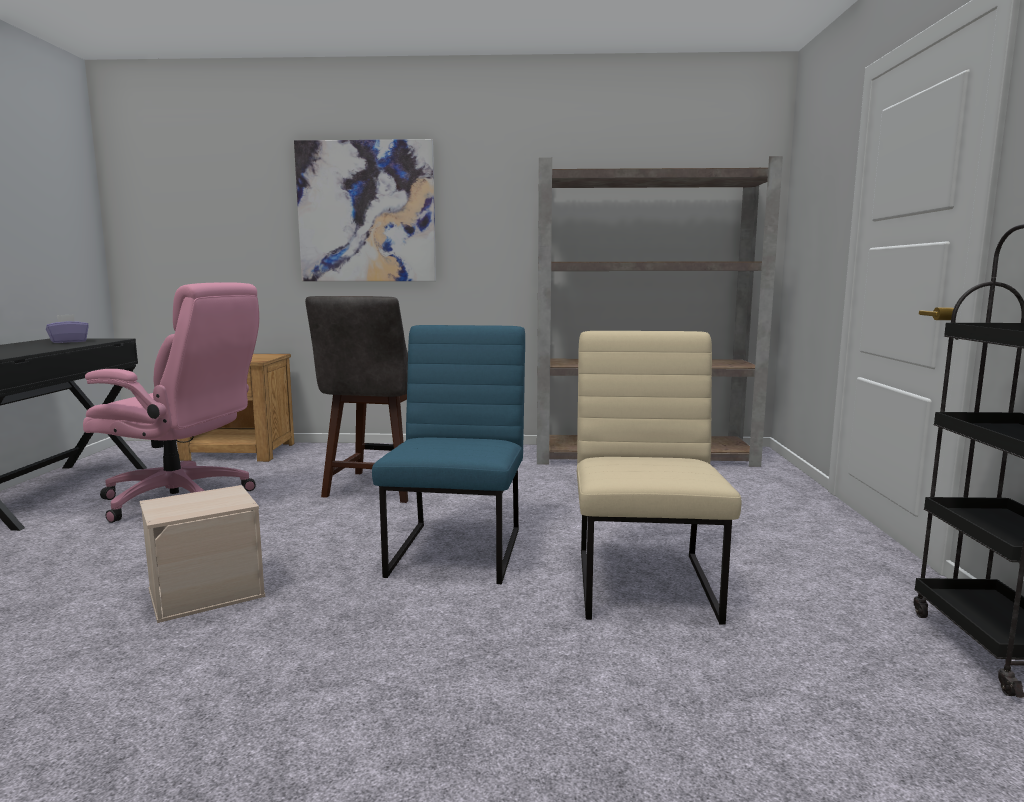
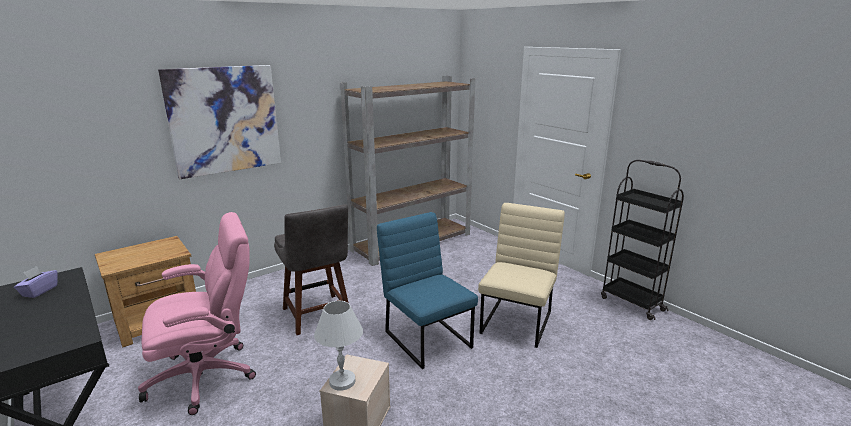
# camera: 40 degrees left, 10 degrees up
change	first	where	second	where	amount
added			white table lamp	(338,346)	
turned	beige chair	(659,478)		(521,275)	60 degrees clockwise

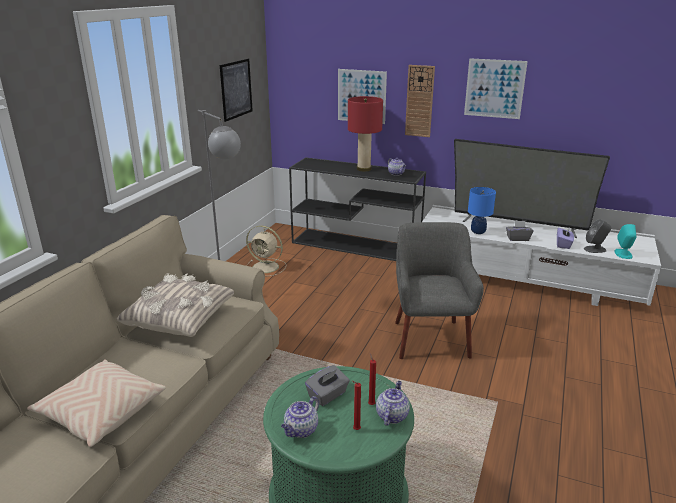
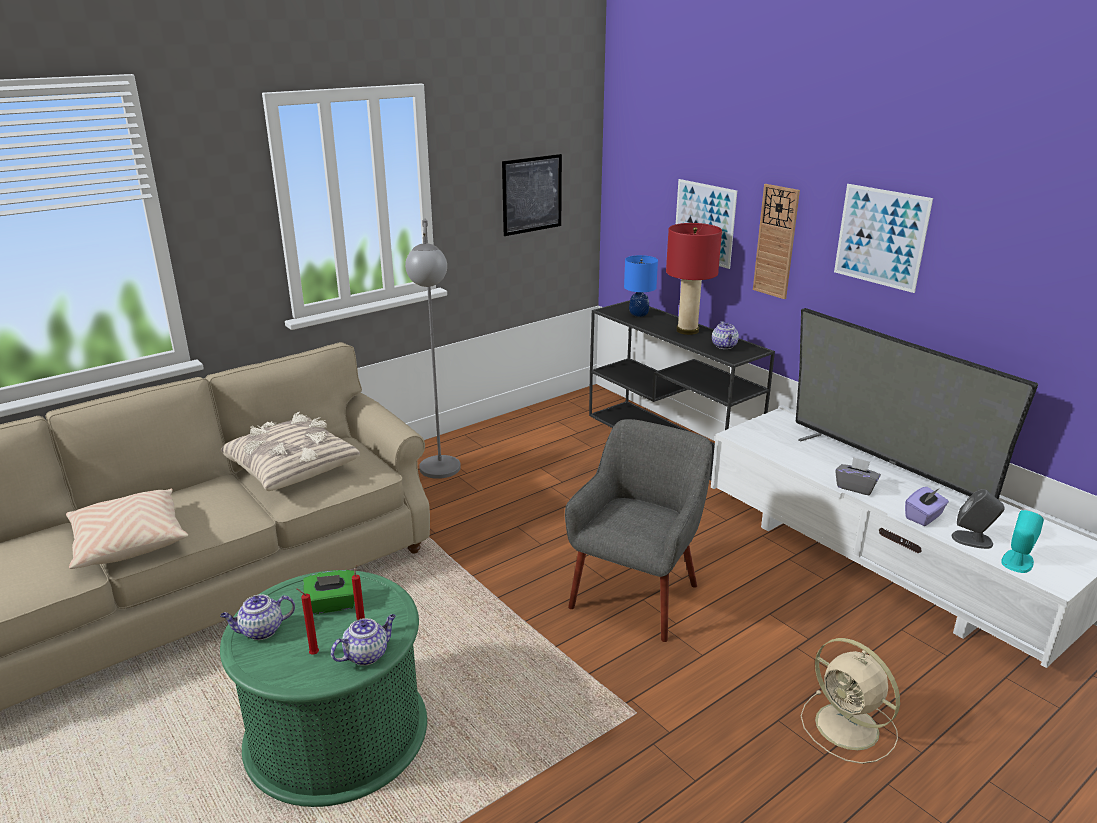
# camera: 30 degrees right, 0 degrees up
change	first	where	second	where	amount
moved	beige fan	(266,250)		(850,701)	
moved	blue table lamp	(482,210)		(641,286)	
recoloured	grey tissue box	(327,385)	green tissue box	(329,592)	

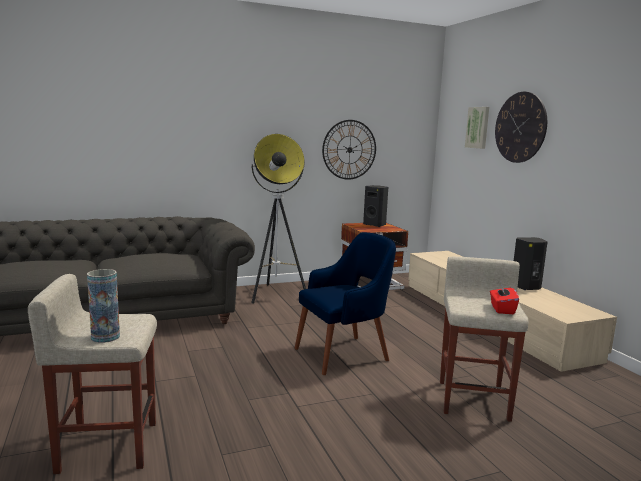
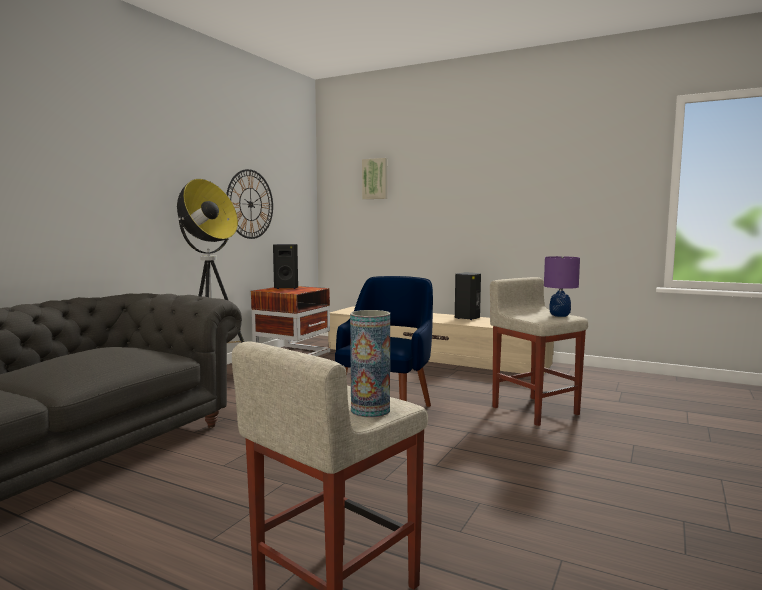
# camera: 40 degrees left, 5 degrees down
change	first	where	second	where	amount
removed	wall clock	(521,127)			
replaced	red tissue box	(504,297)	purple table lamp	(562,286)	

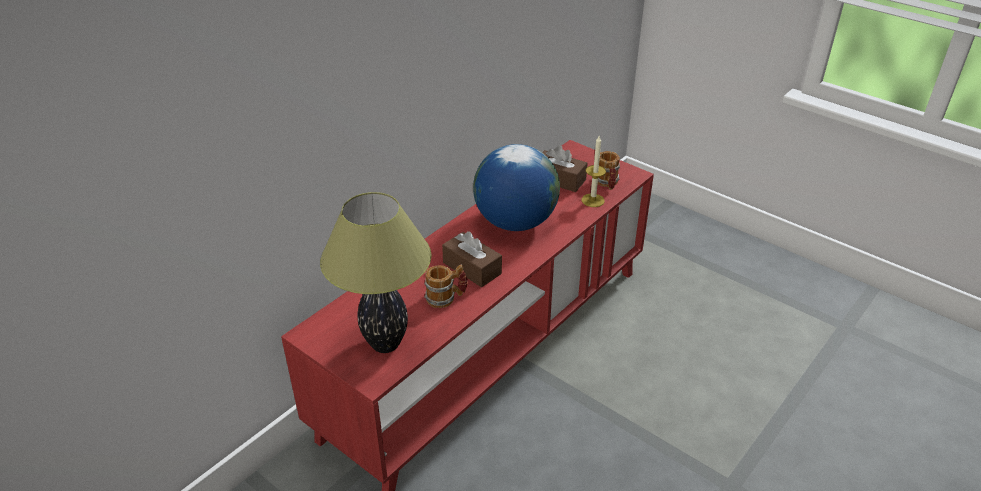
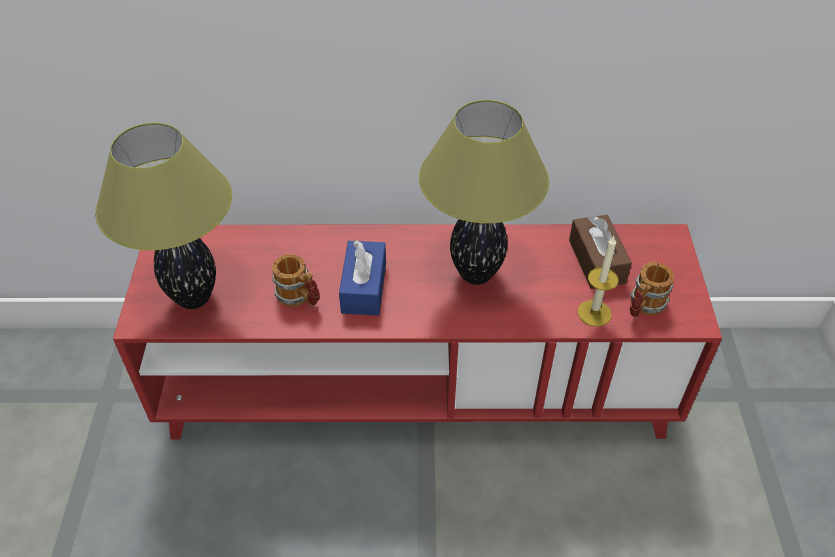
# camera: 50 degrees right, 10 degrees up
change	first	where	second	where	amount
replaced	globe	(516,187)	table lamp	(484,192)	
recoloured	brown tissue box	(472,259)	blue tissue box	(362,278)	

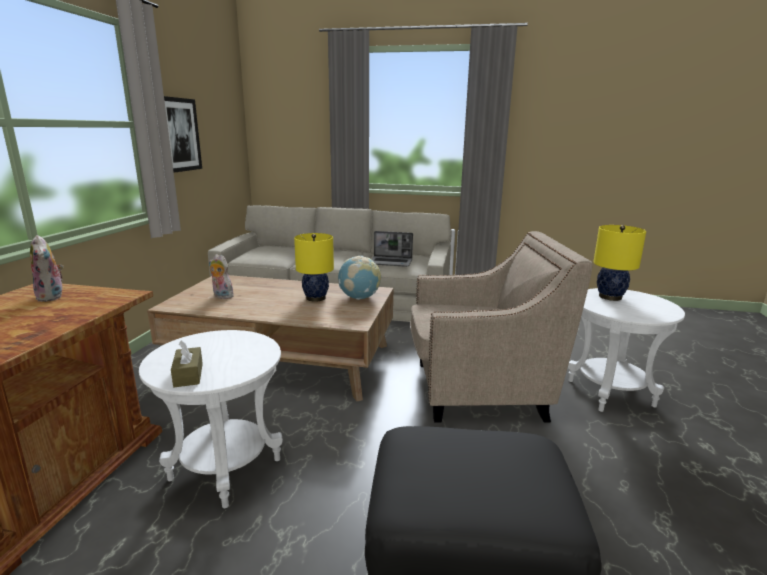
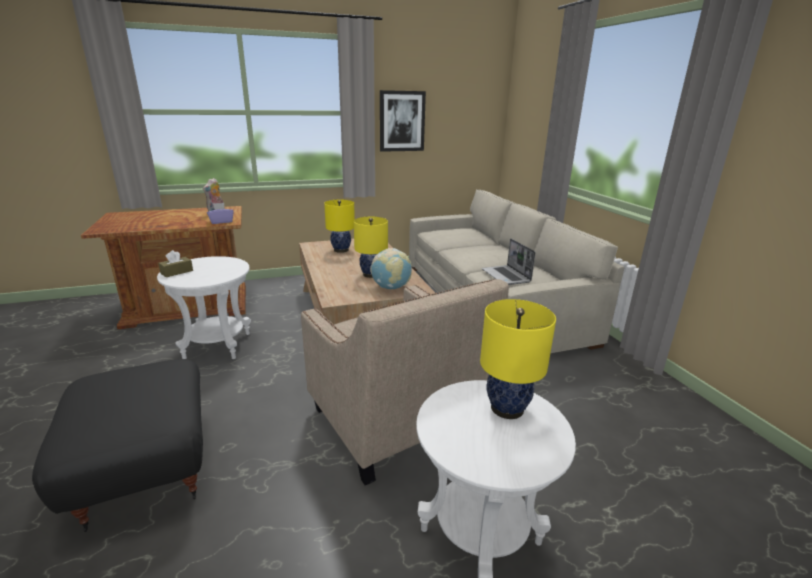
# camera: 60 degrees right, 5 degrees up
change	first	where	second	where	amount
added			purple tissue box	(220,213)	
replaced	plush toy	(221,276)	yellow table lamp	(339,226)	

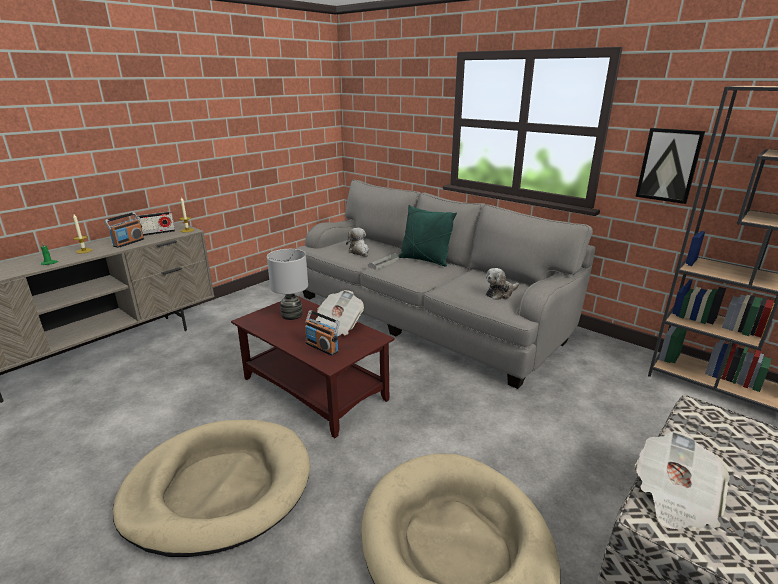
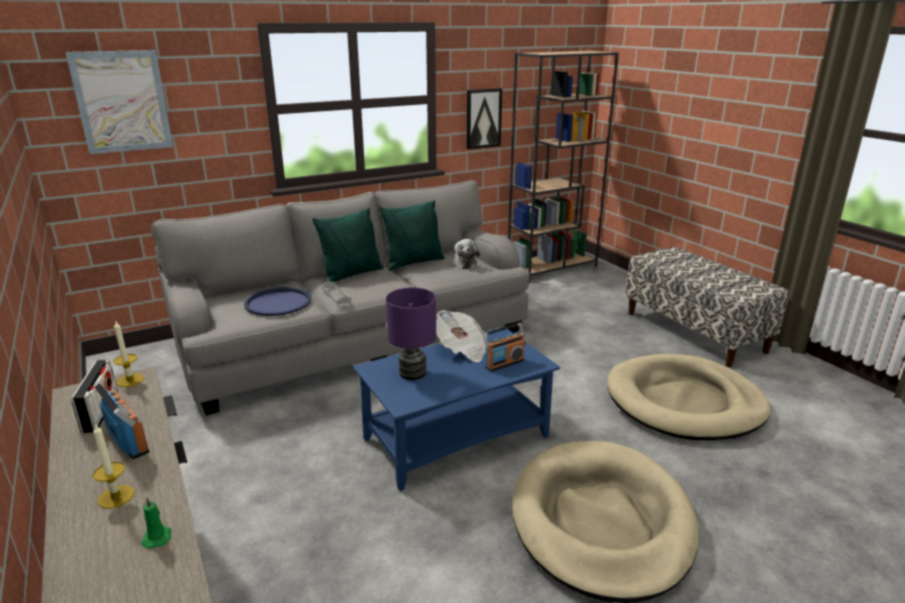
# camera: 70 degrees left, 0 degrees up
change	first	where	second	where	amount
removed	newspaper	(682,480)			
added			picture	(119,102)	
added			green pillow	(412,235)	
replaced	plush toy	(357,242)	blue tray	(278,301)	
recoloured	brown coffee table	(312,366)	blue coffee table	(456,409)	
recoloured	grey table lamp	(287,284)	purple table lamp	(411,334)	

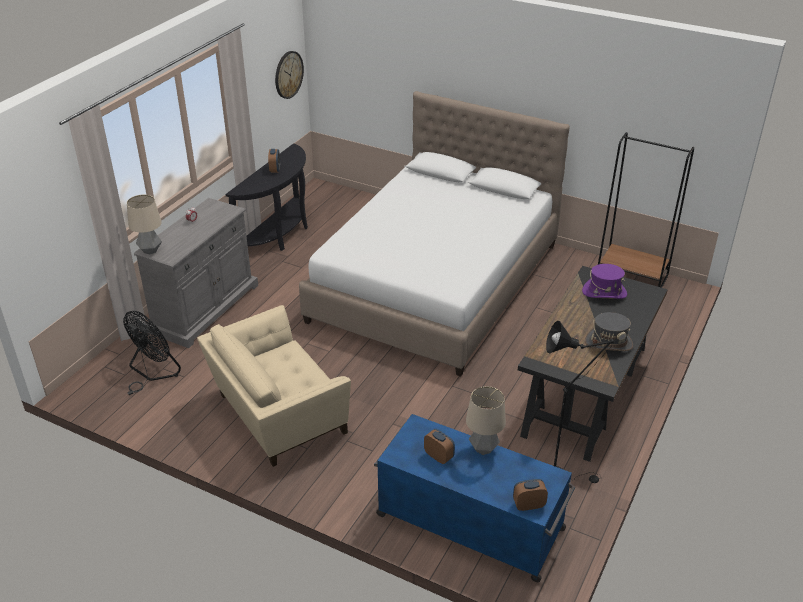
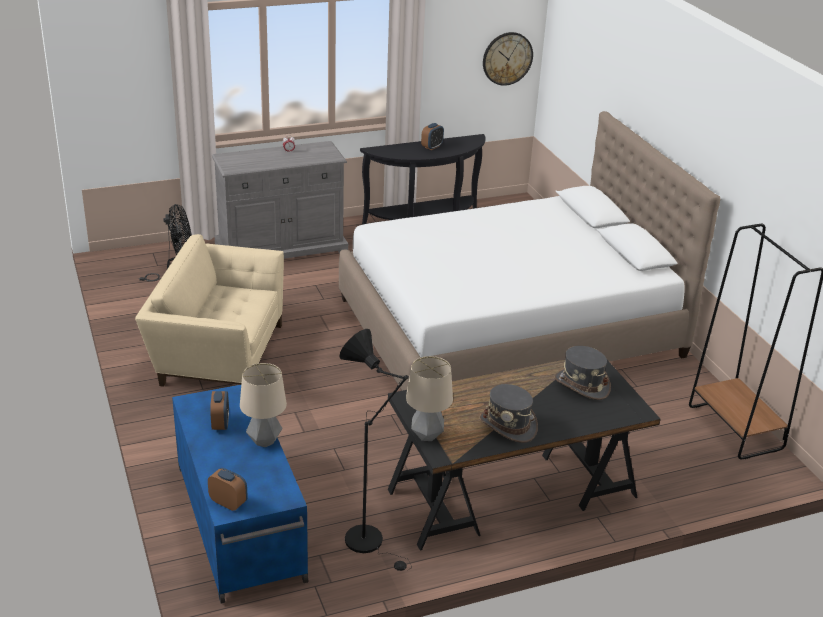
# camera: 40 degrees right, 5 degrees down
change	first	where	second	where	amount
moved	table lamp	(144,224)		(429,398)	
recoloured	purple hat	(604,281)	grey hat	(583,373)	

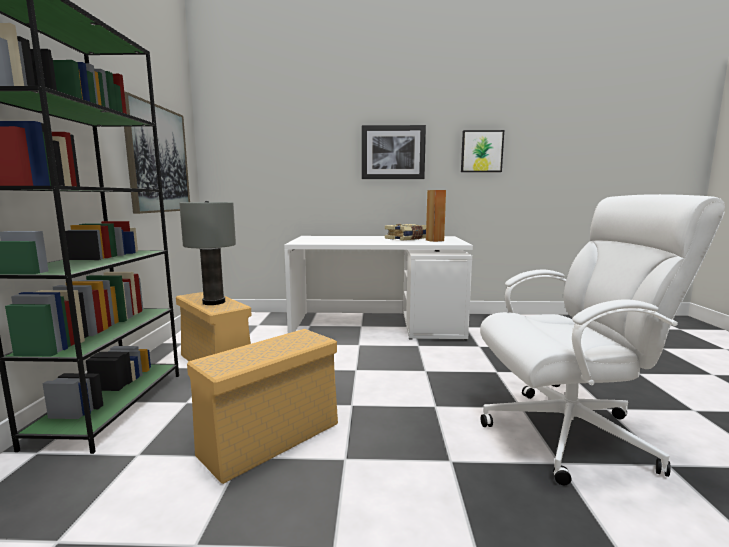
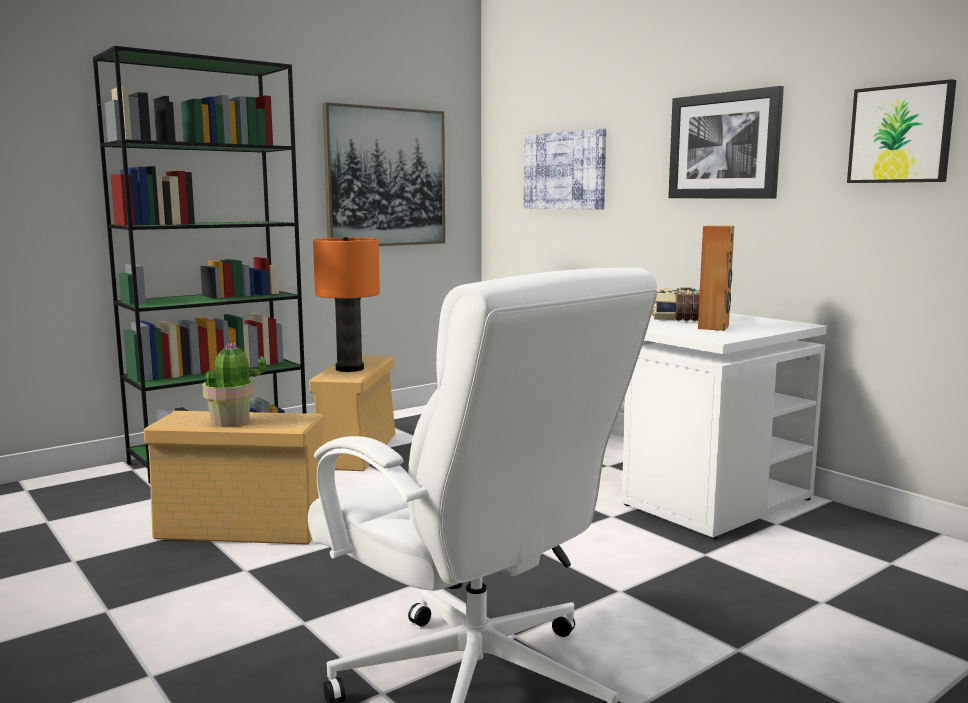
# camera: 50 degrees right, 0 degrees up
change	first	where	second	where	amount
added			potted plant	(234,384)	
added			picture	(565,169)	
recoloured	grey table lamp	(207,253)	orange table lamp	(346,304)	

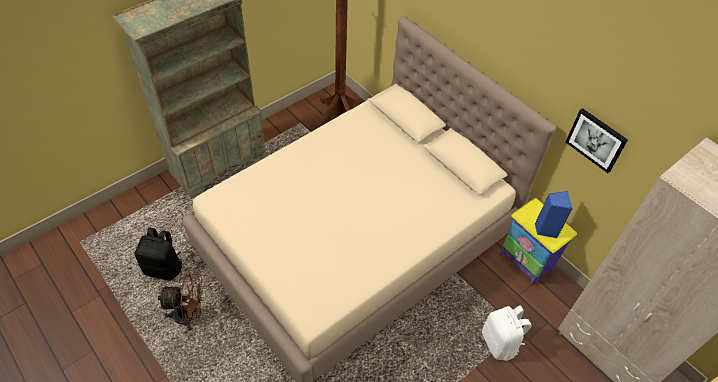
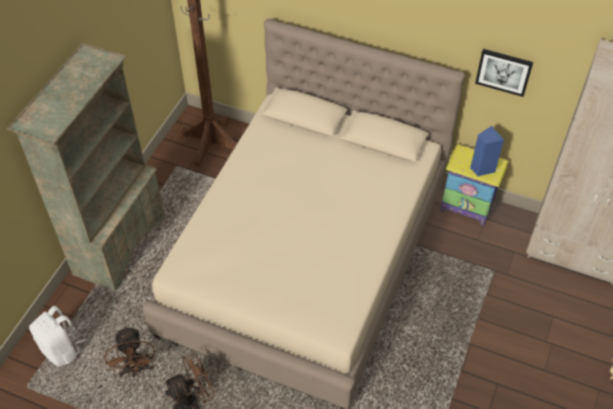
# camera: 25 degrees left, 0 degrees up
change	first	where	second	where	amount
moved	white backpack	(507,333)		(57,336)	
replaced	black backpack	(158,254)	brown fan	(130,351)	

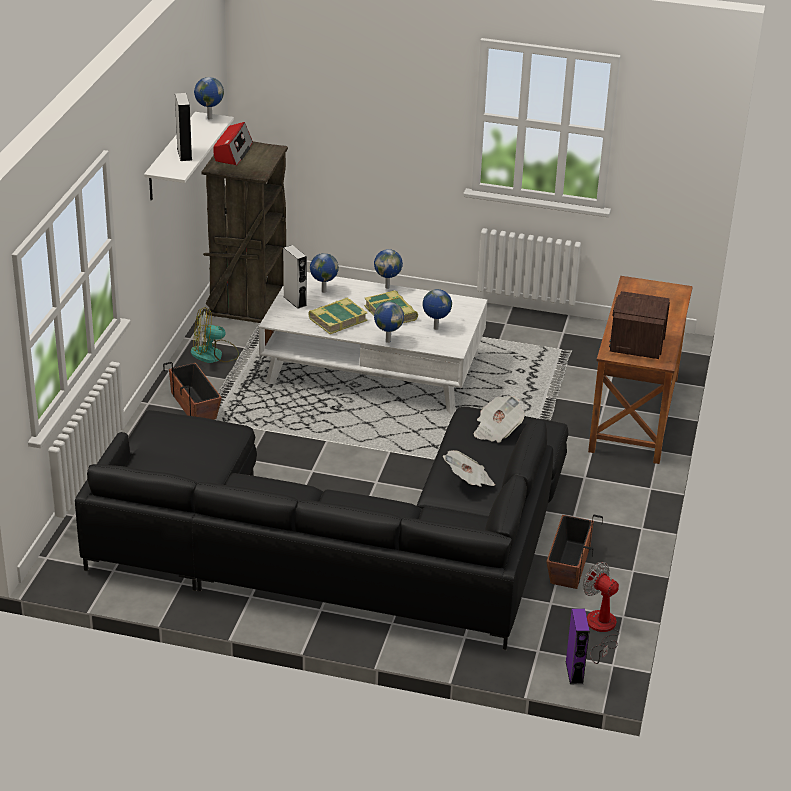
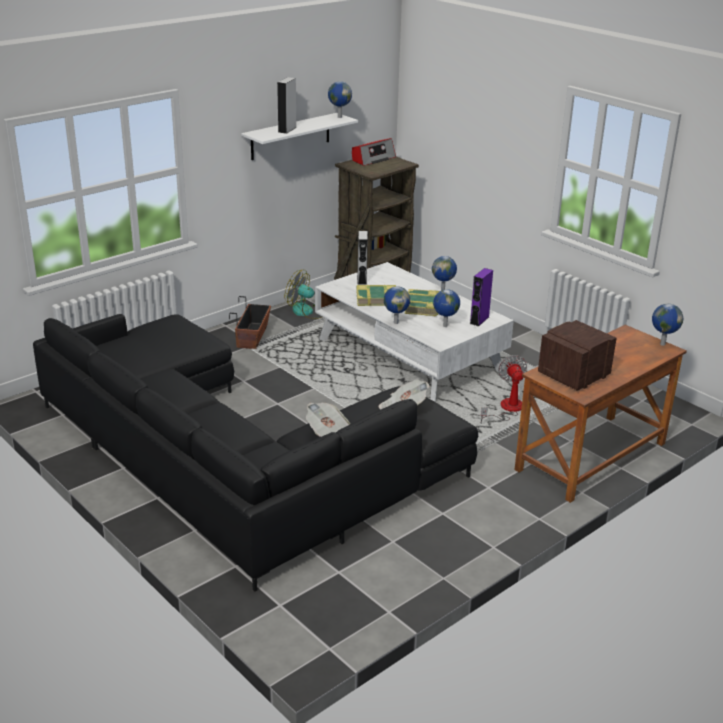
# camera: 35 degrees right, 5 degrees down
change	first	where	second	where	amount
removed	planter	(574,552)			
moved	globe	(324,273)		(667,325)	
moved	purple speaker	(578,646)		(481,297)	
moved	fan	(600,613)		(504,389)	

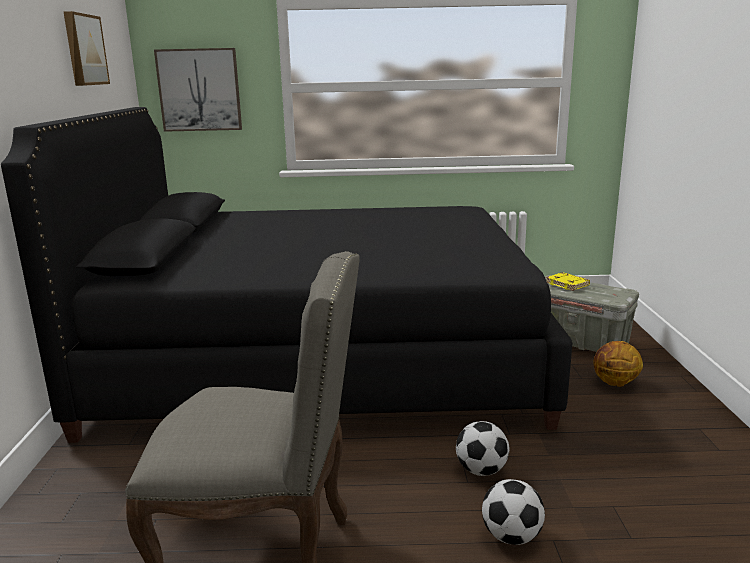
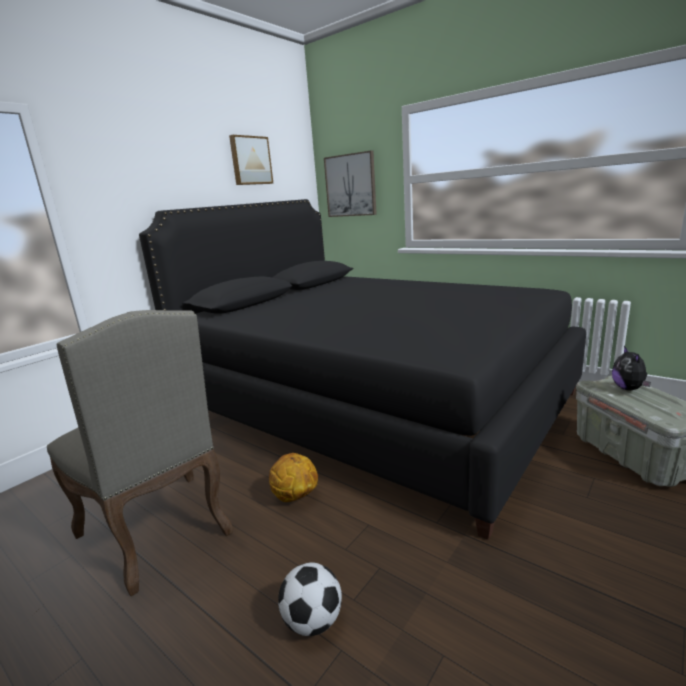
# camera: 40 degrees right, 0 degrees up
change	first	where	second	where	amount
removed	football	(482,448)			
moved	basketball	(618,364)		(293,477)	
replaced	yellow book	(568,281)	plush toy	(631,368)	

